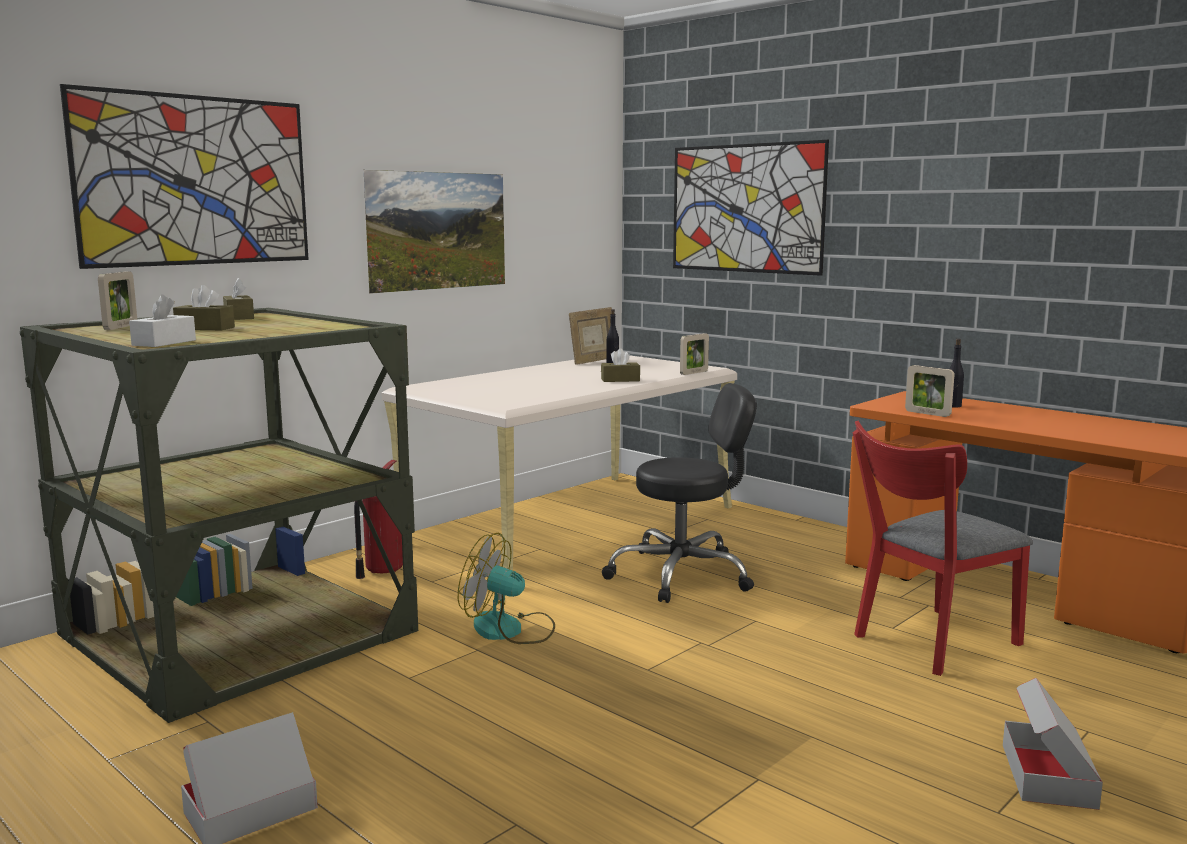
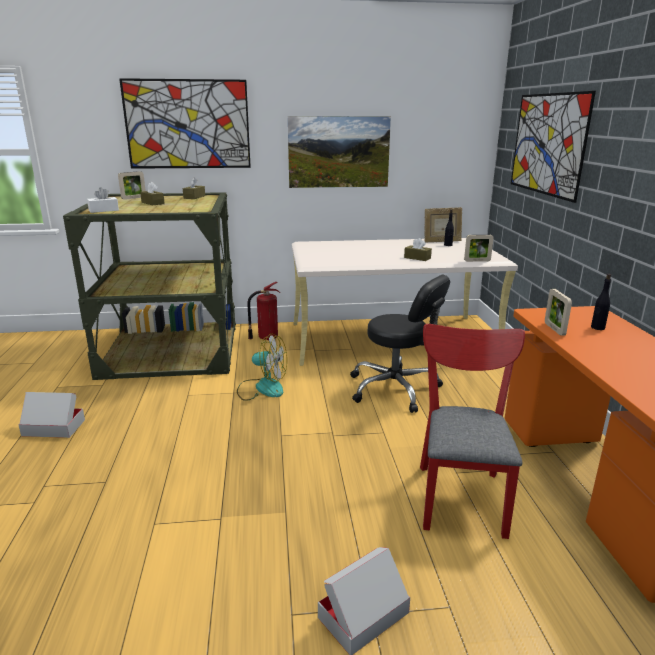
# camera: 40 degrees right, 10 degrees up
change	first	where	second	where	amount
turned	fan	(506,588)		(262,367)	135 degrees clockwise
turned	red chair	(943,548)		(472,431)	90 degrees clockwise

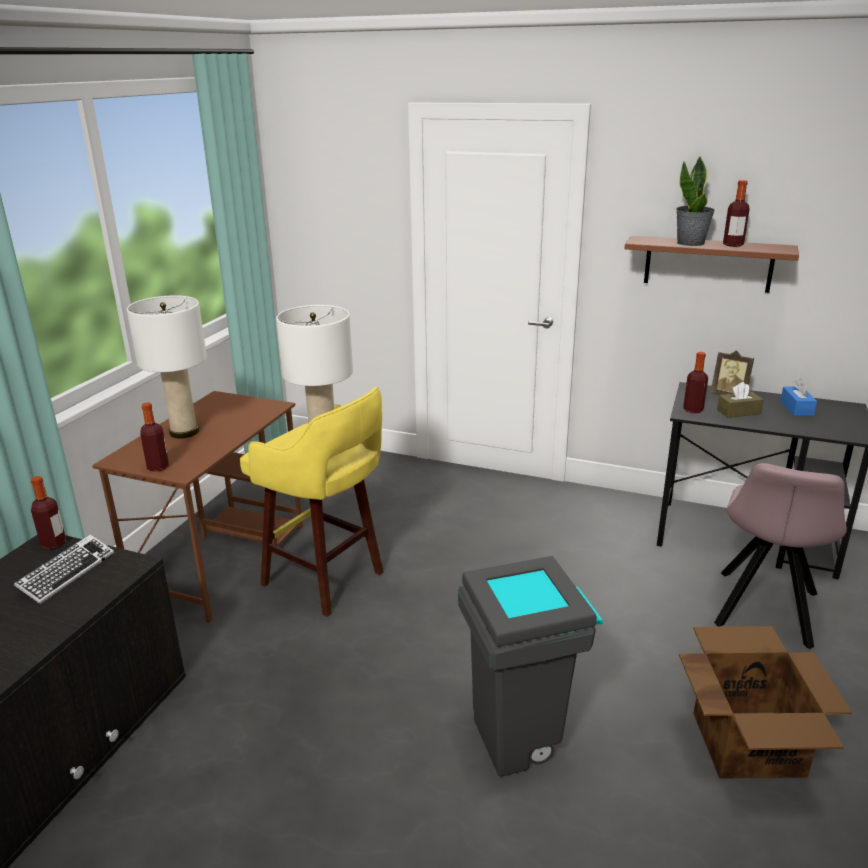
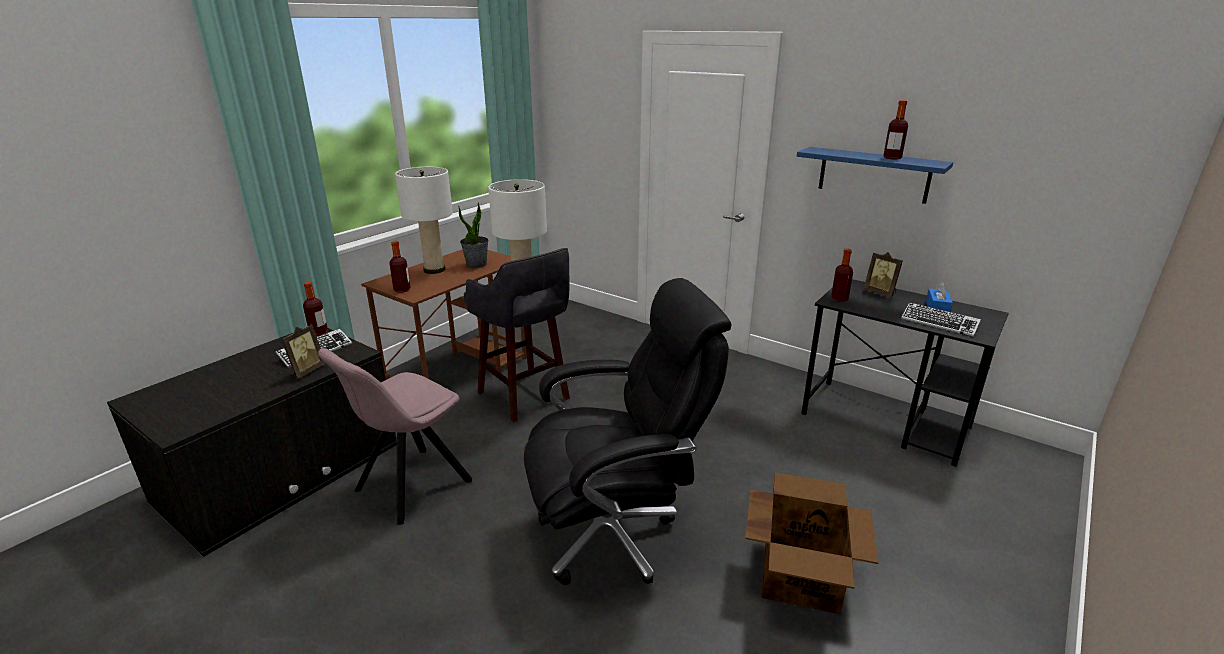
# camera: 15 degrees right, 0 degrees up
change	first	where	second	where	amount
removed	brown tissue box	(740,400)			
added			picture frame	(303,351)	
added			keyboard	(941,319)	
moved	potted plant	(695,201)		(473,235)	
moved	pink chair	(780,556)		(395,436)	
replaced	grey trash can	(530,666)	black office chair	(627,431)	
recoloured	yellow stool	(312,502)	grey stool	(517,335)	
recoloured	brown shelf	(712,264)	blue shelf	(875,175)	

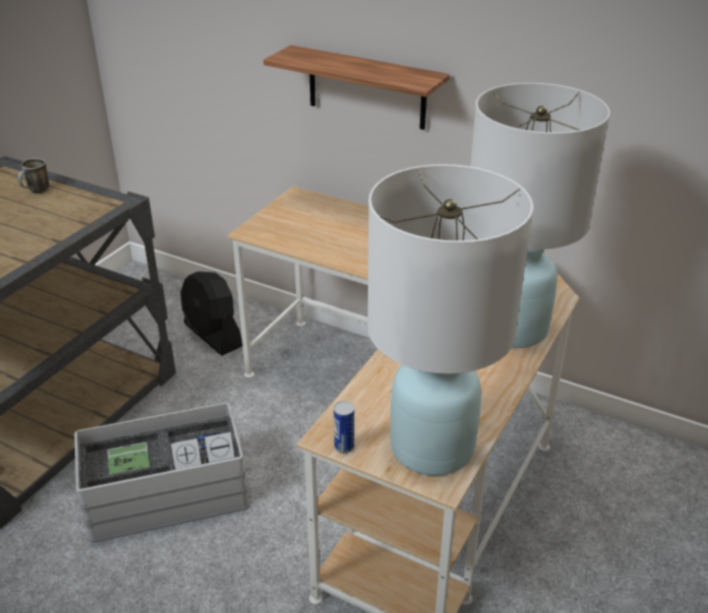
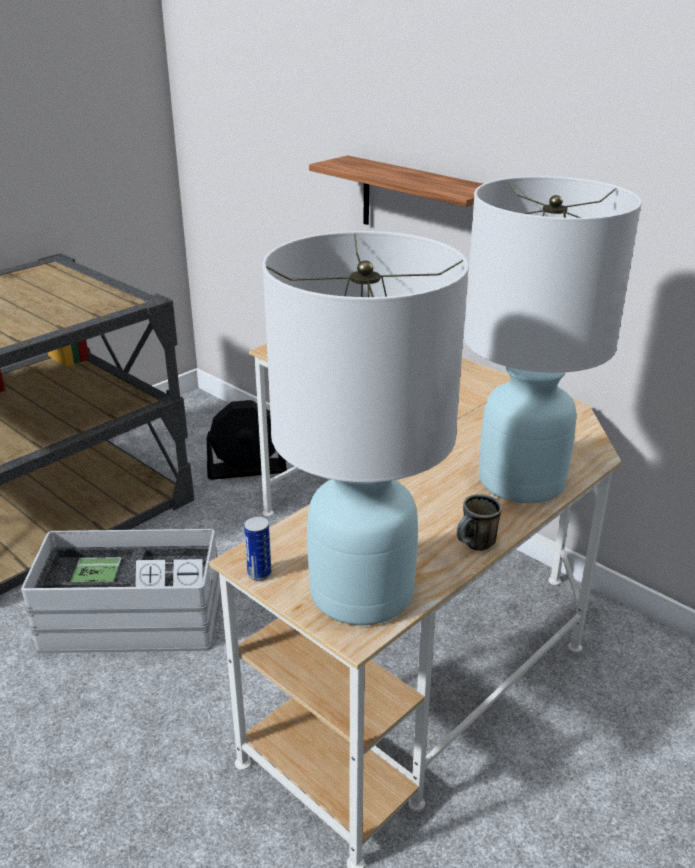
# camera: 15 degrees right, 5 degrees down
change	first	where	second	where	amount
moved	mug	(33,175)		(479,522)	
turned	black fan	(211,313)		(247,440)	75 degrees counterclockwise

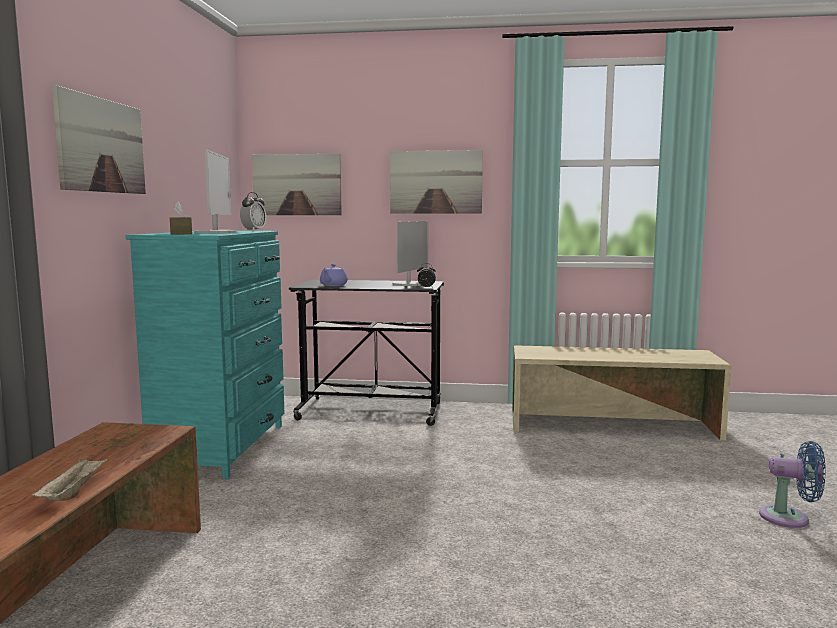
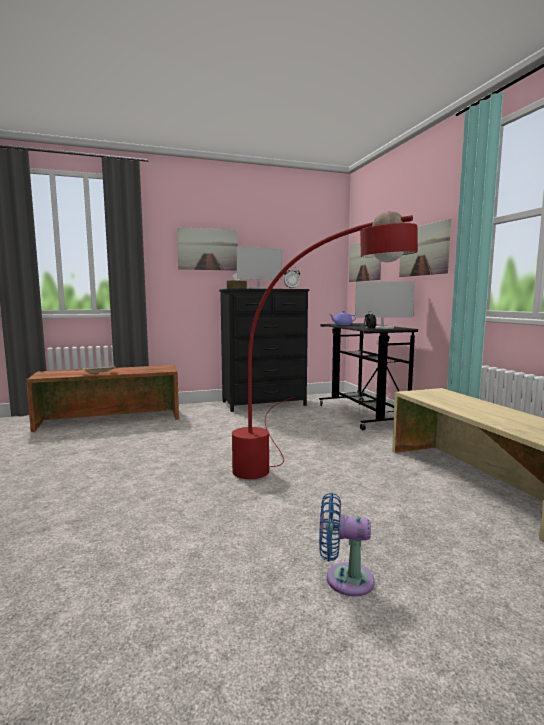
# camera: 65 degrees right, 0 degrees up
change	first	where	second	where	amount
added			red floor lamp	(324,345)	
recoloured	turquoise dresser	(205,355)	black dresser	(264,350)	
turned	blue fan	(792,484)		(347,545)	105 degrees clockwise

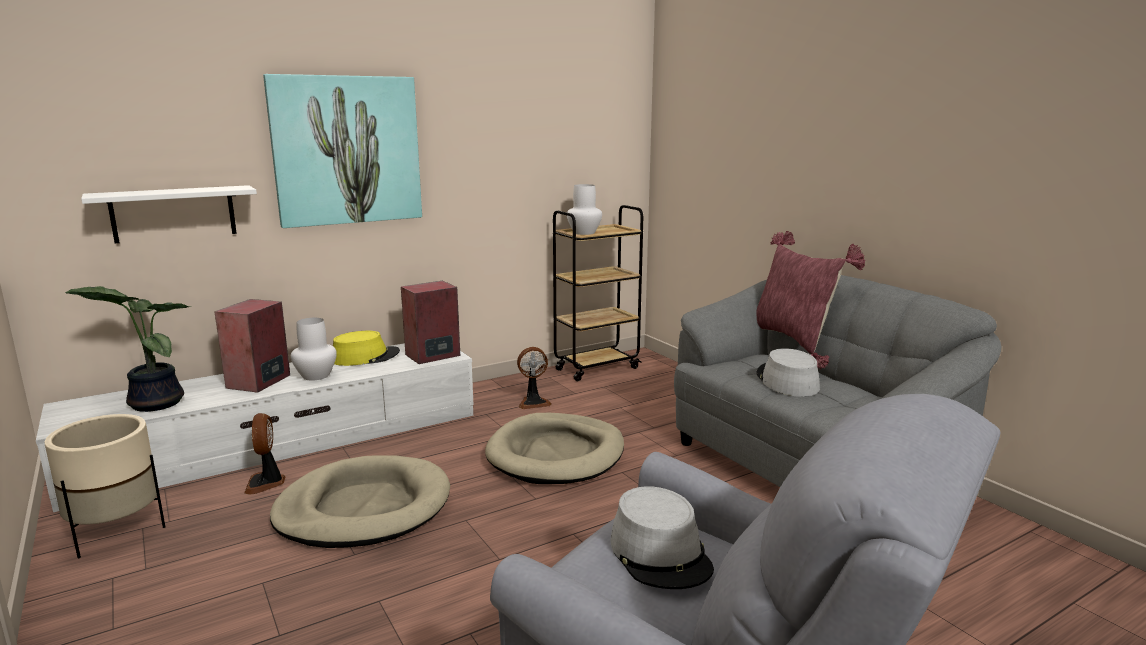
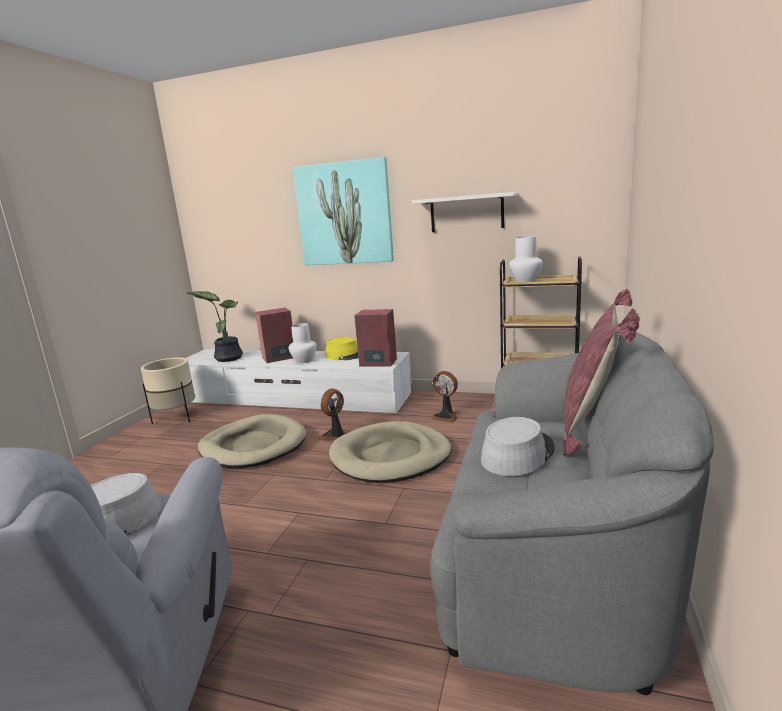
# camera: 50 degrees right, 0 degrees up
change	first	where	second	where	amount
moved	white shelf	(169,214)		(464,212)	
moved	fan	(264,454)		(332,414)	

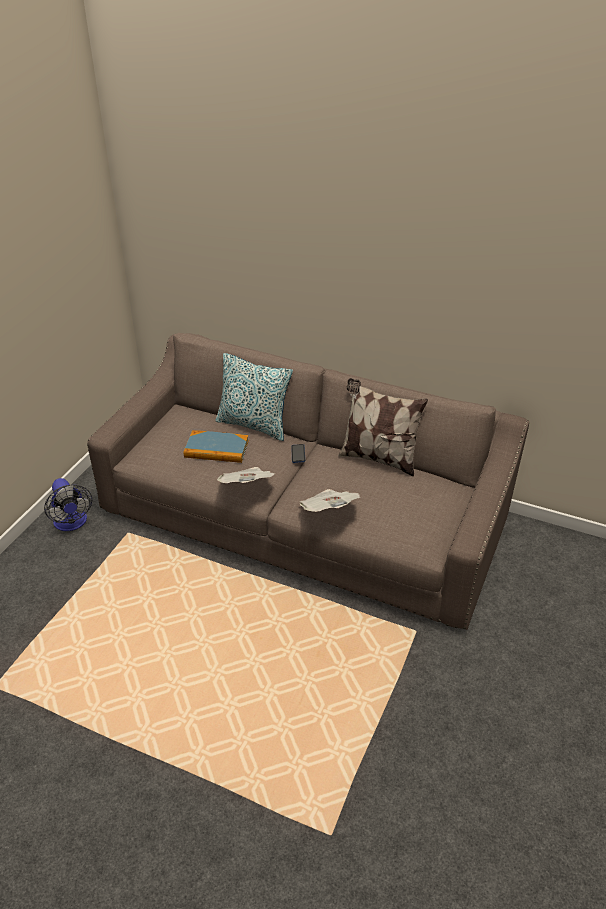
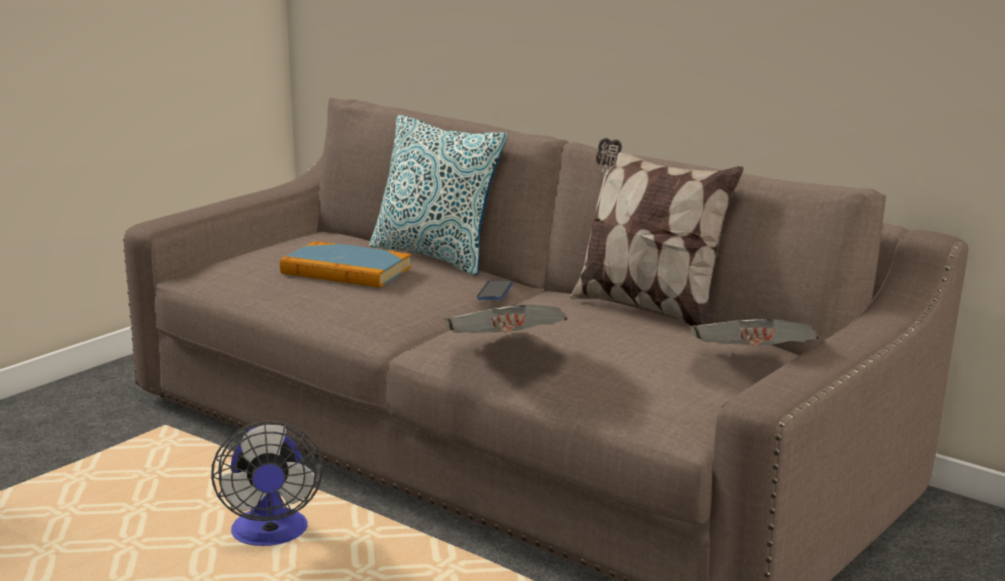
# camera: 15 degrees right, 20 degrees down
change	first	where	second	where	amount
moved	fan	(68,504)		(267,483)	
moved	newspaper	(246,475)		(754,332)	

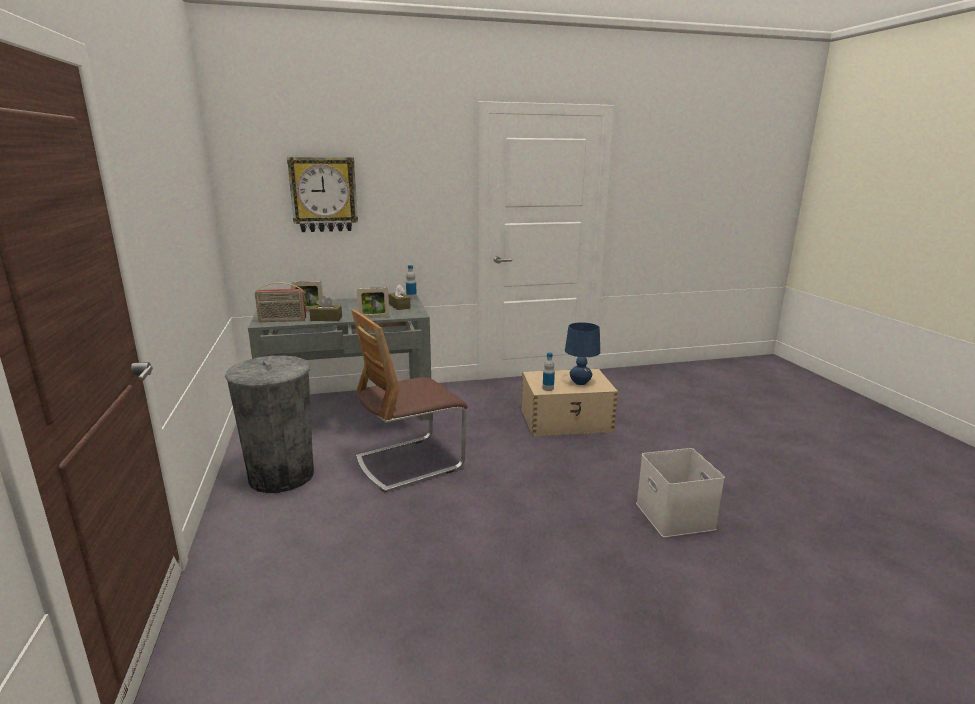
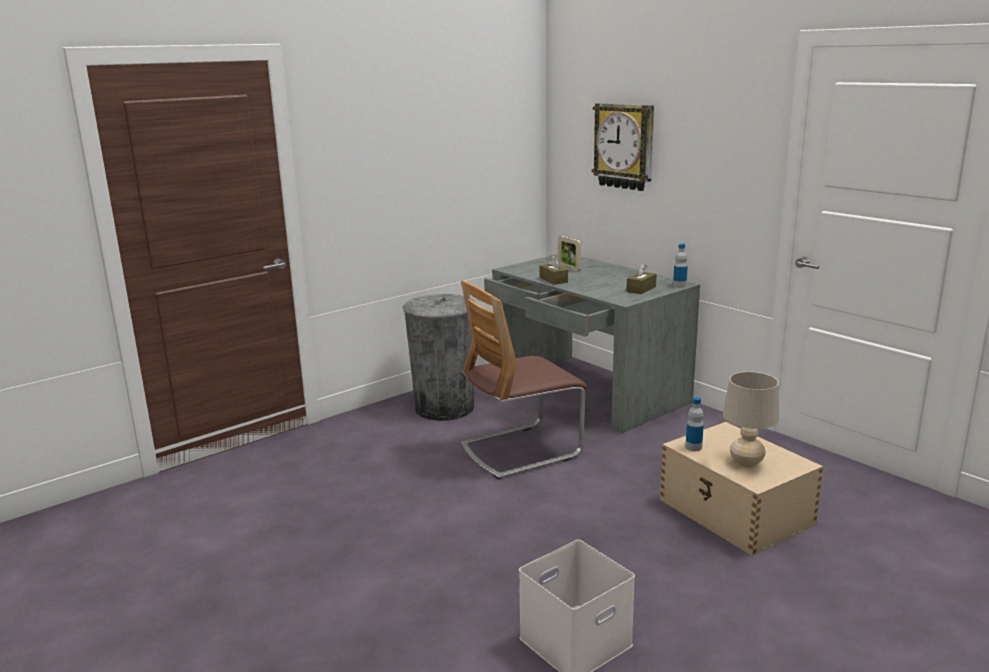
# camera: 65 degrees right, 0 degrees up
change	first	where	second	where	amount
removed	radio	(280,302)			
removed	picture frame	(373,303)			
recoloured	blue table lamp	(582,353)	beige table lamp	(751,420)	
turned	chair	(409,401)		(524,380)	60 degrees counterclockwise

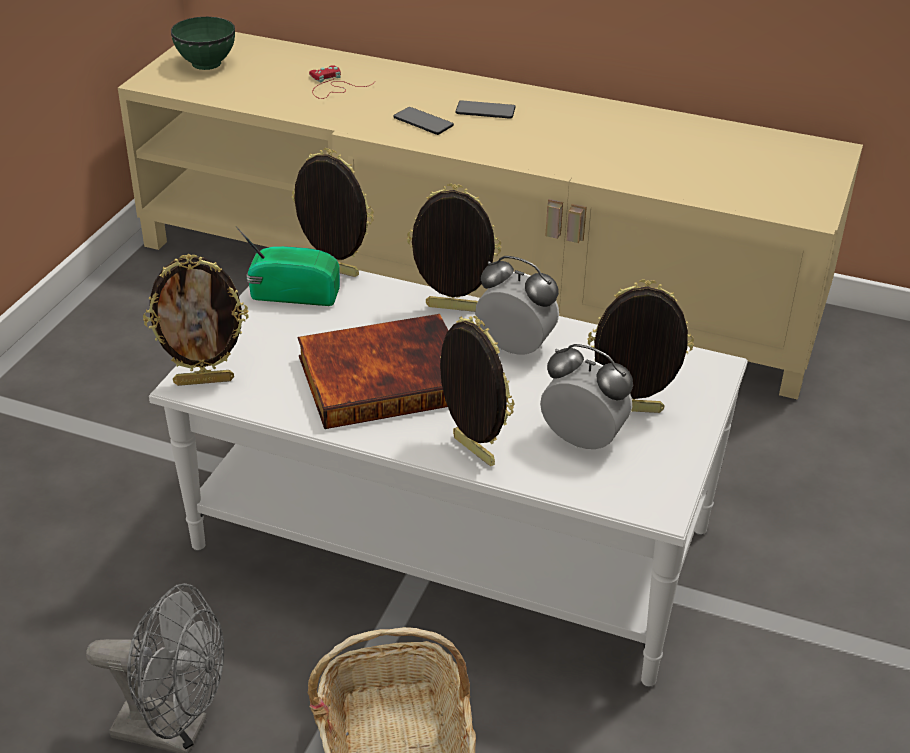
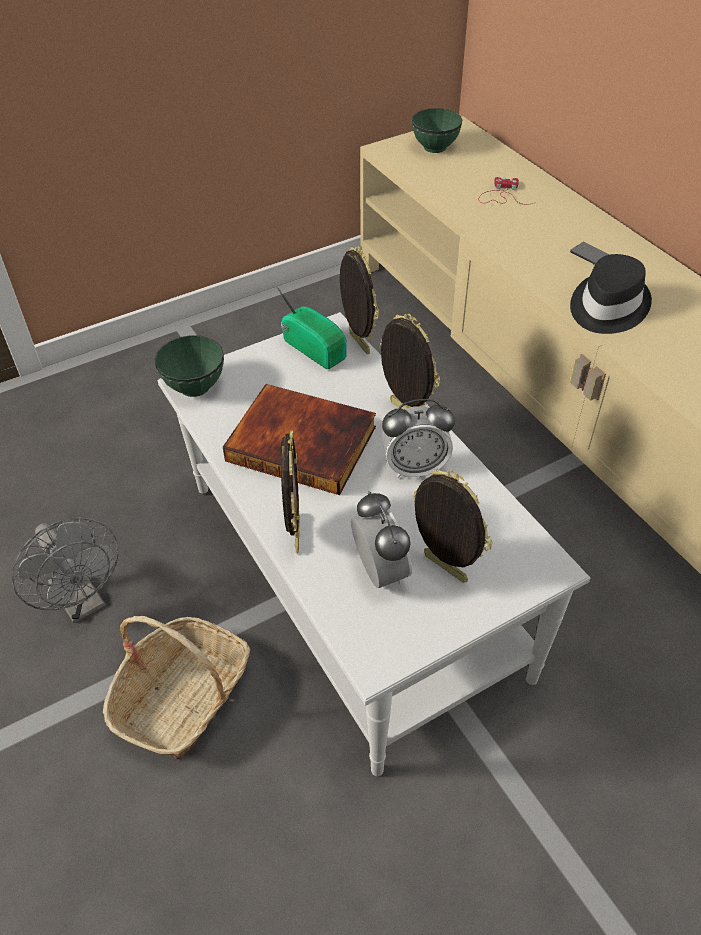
# camera: 40 degrees right, 10 degrees up
change	first	where	second	where	amount
removed	phone	(423,121)			
added			black hat	(611,294)	
replaced	picture frame	(195,319)	green bowl	(189,366)	
turned	alarm clock	(517,305)		(418,438)	105 degrees clockwise

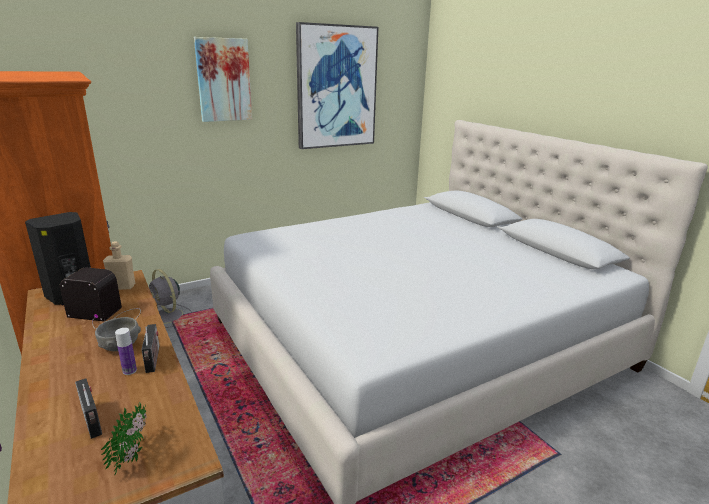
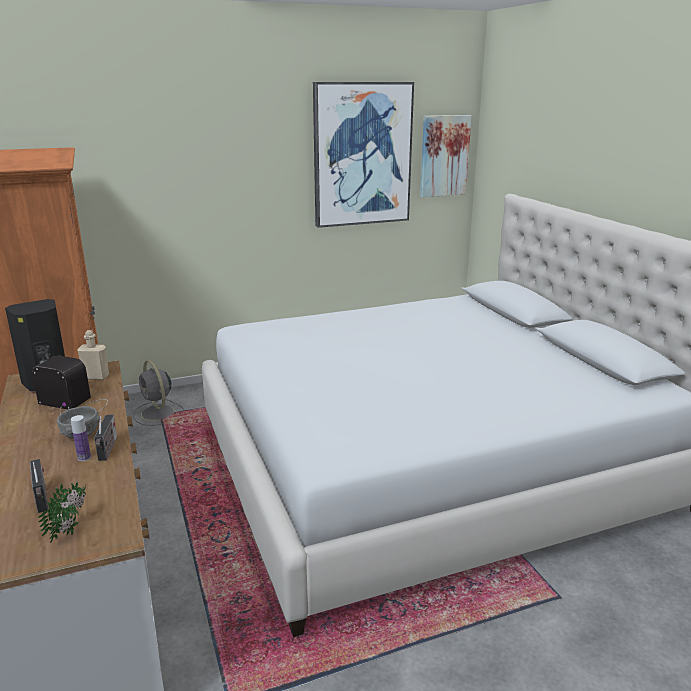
# camera: 10 degrees right, 0 degrees up
change	first	where	second	where	amount
moved	picture	(223,79)		(446,156)	

